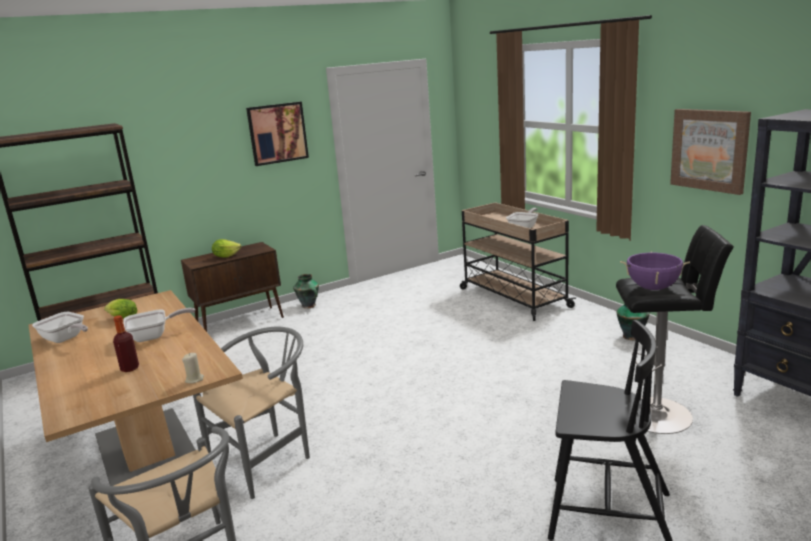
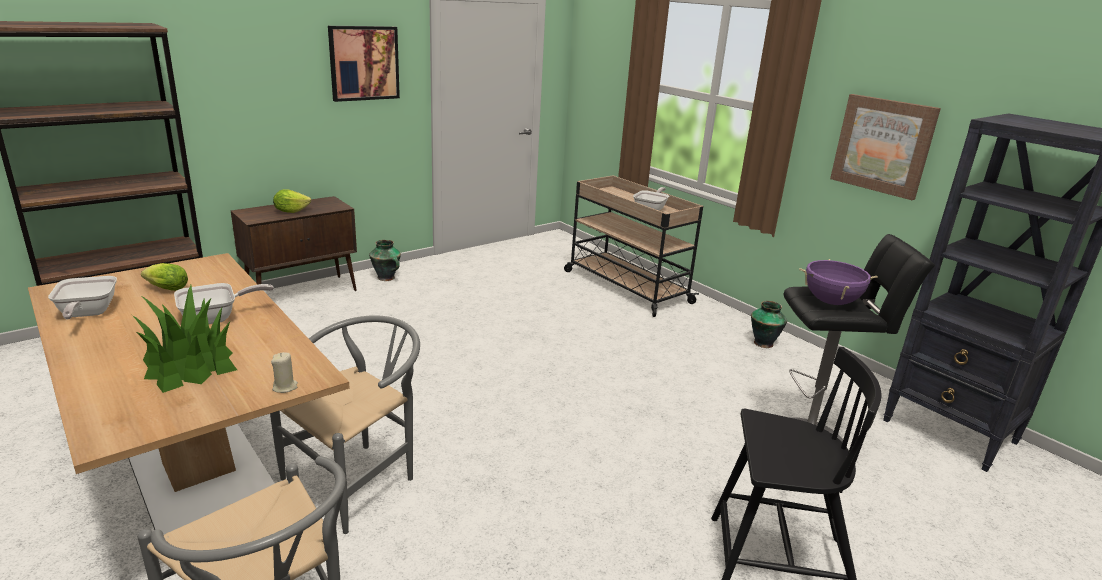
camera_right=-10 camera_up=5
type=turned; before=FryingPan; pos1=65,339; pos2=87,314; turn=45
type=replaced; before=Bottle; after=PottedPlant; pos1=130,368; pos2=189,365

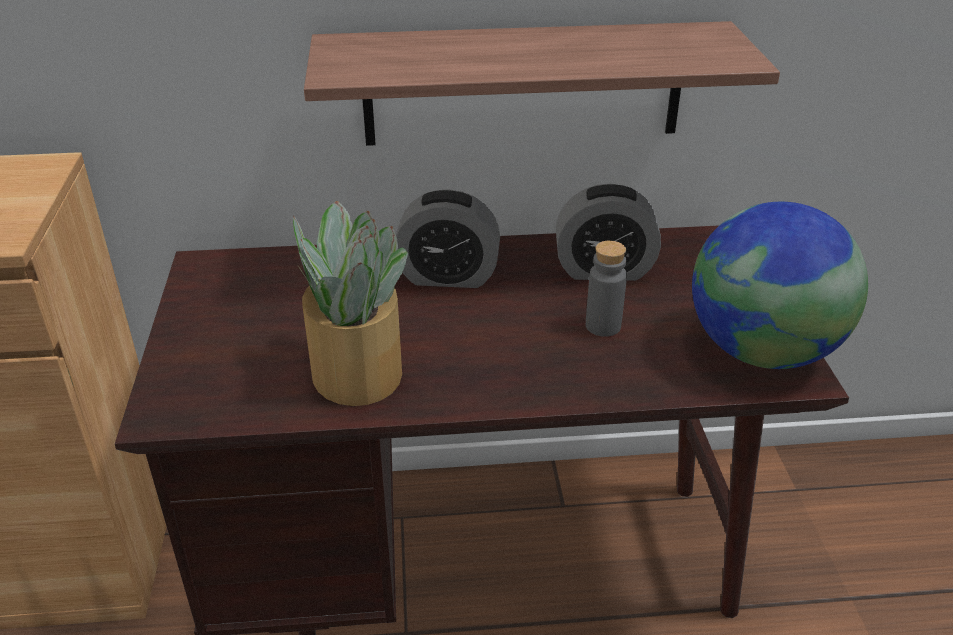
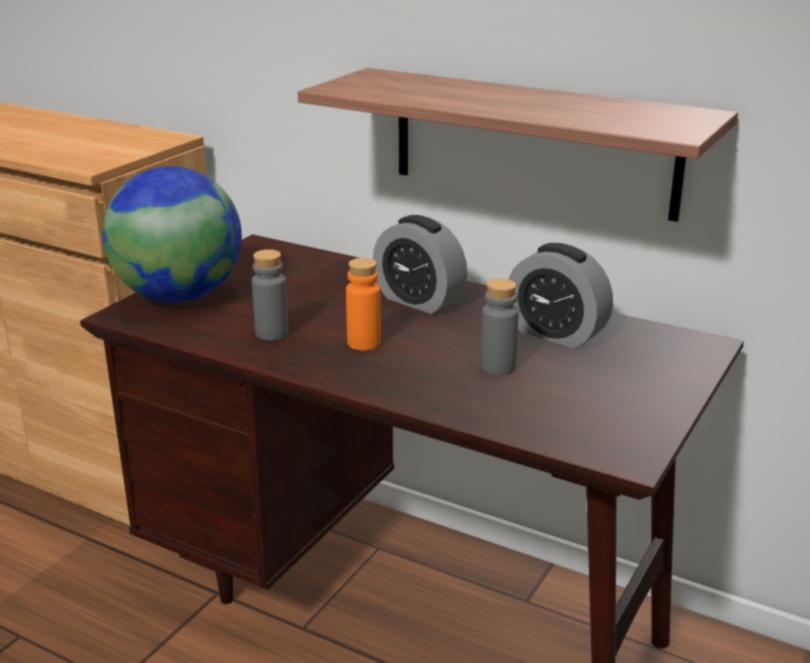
camera_right=35 camera_up=-10
type=replaced; before=PottedPlant; after=GreyBottle; pos1=357,372; pos2=272,333
type=moved; before=Globe; pos1=762,351; pos2=179,296
type=added; after=OrangeBottle; pos2=364,343

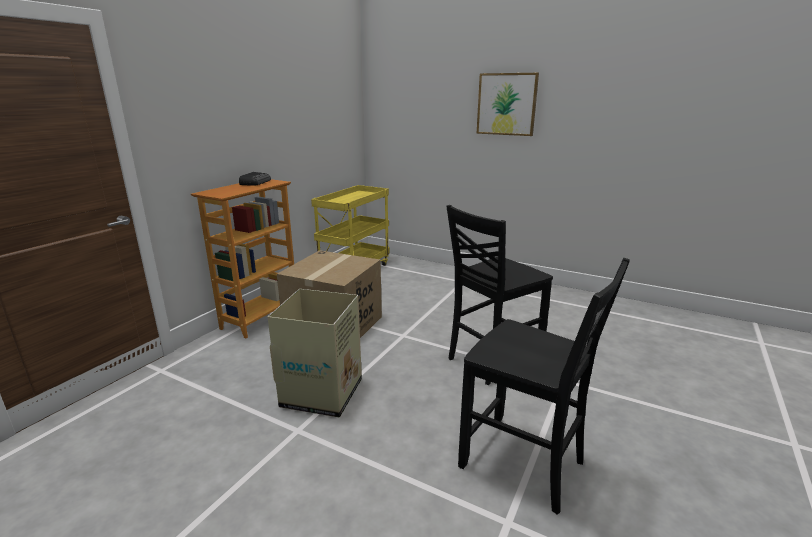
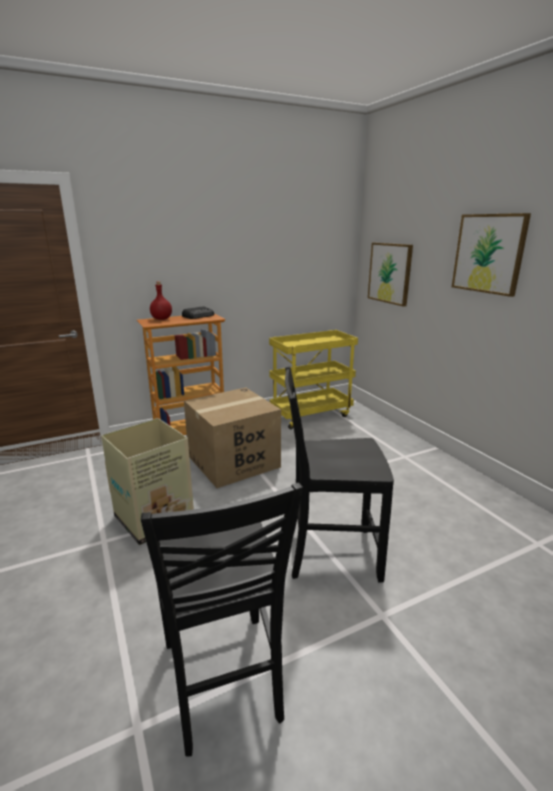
camera_right=35 camera_up=0
type=added; after=RedBottle; pos2=162,319
type=added; after=Picture; pos2=390,273

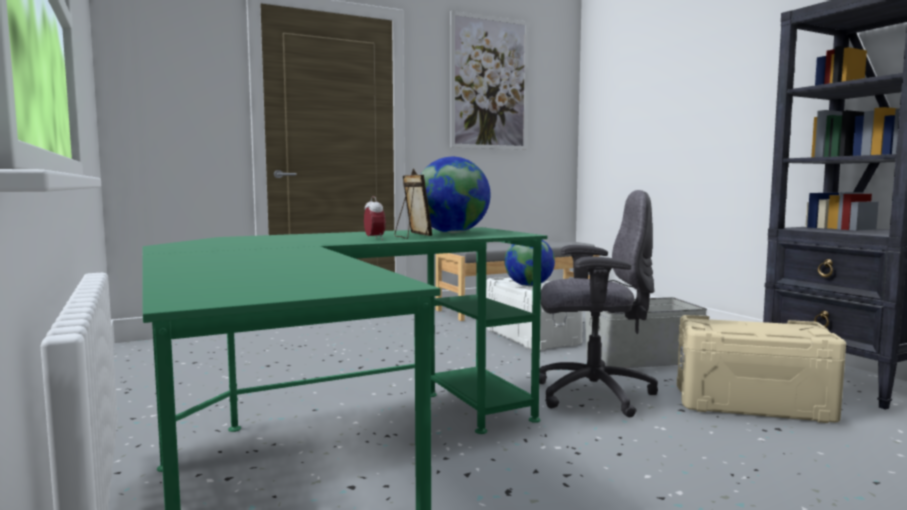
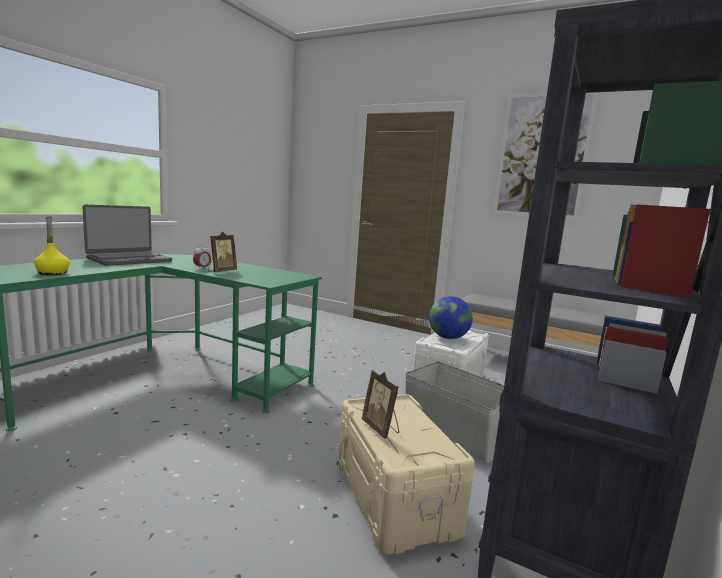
camera_right=55 camera_up=5
type=removed; before=Globe; pos1=452,233
type=removed; before=GreyOfficeChair; pos1=591,394
type=added; after=YellowBottle; pos2=52,273
type=added; after=Laptop; pos2=129,260
type=added; after=PictureFrame; pos2=381,428

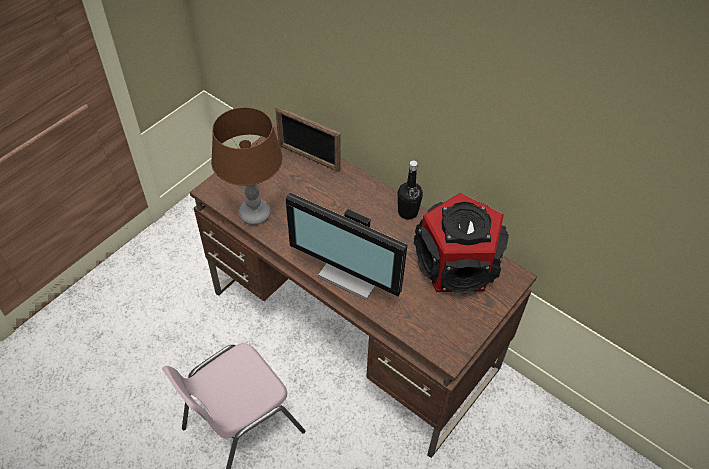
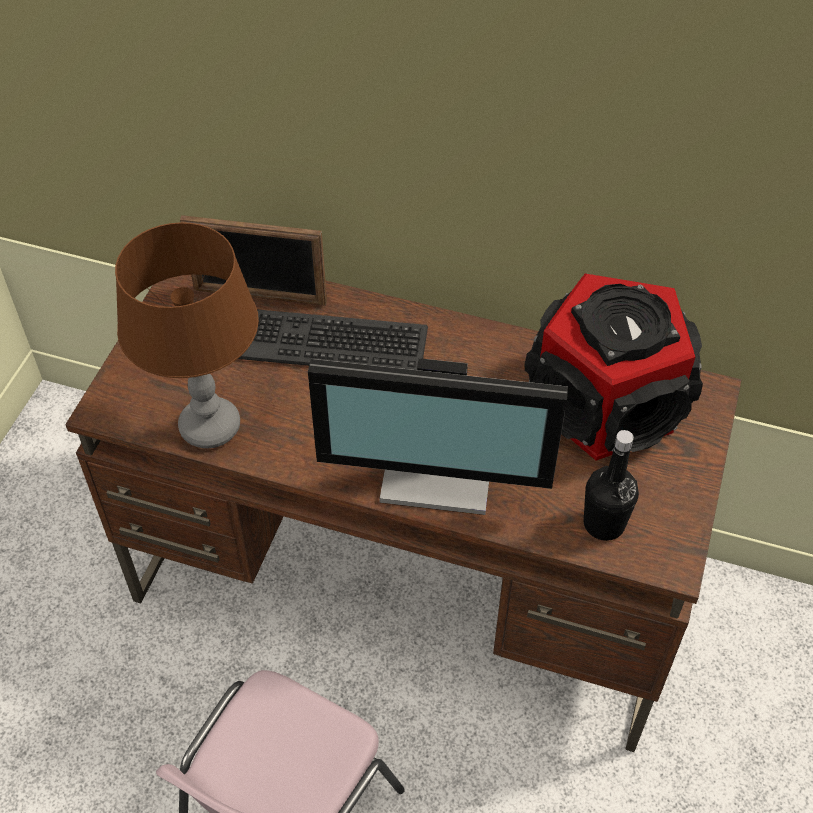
camera_right=-20 camera_up=0
type=moved; before=BlackBottle; pos1=408,212; pos2=604,524
type=added; after=Keyboard; pos2=333,342

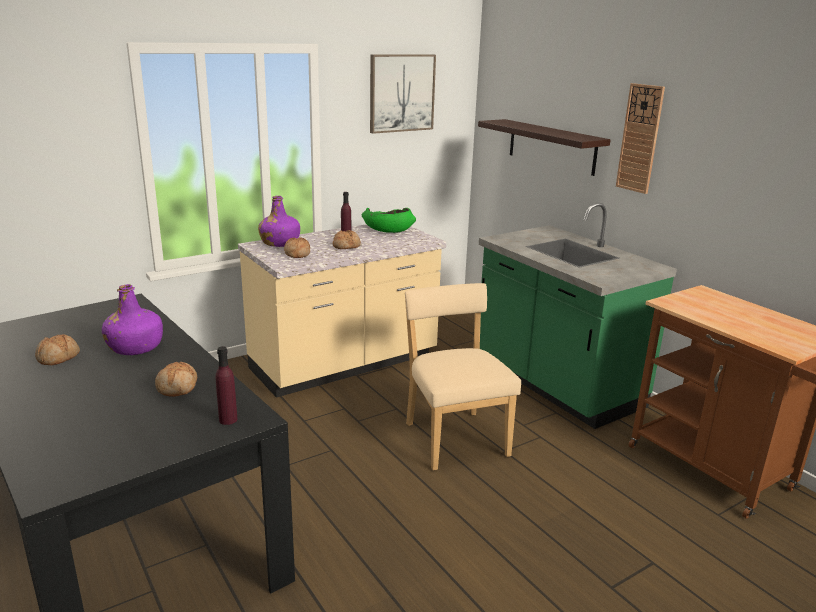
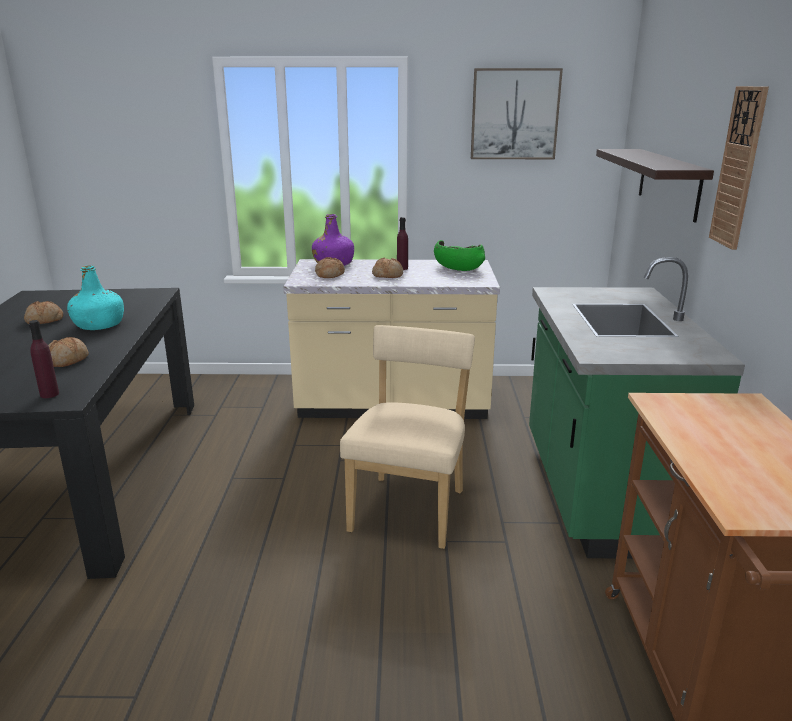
camera_right=35 camera_up=0
type=recoloured; before=PurpleBottle; after=TurquoiseBottle; pos1=135,347; pos2=99,325

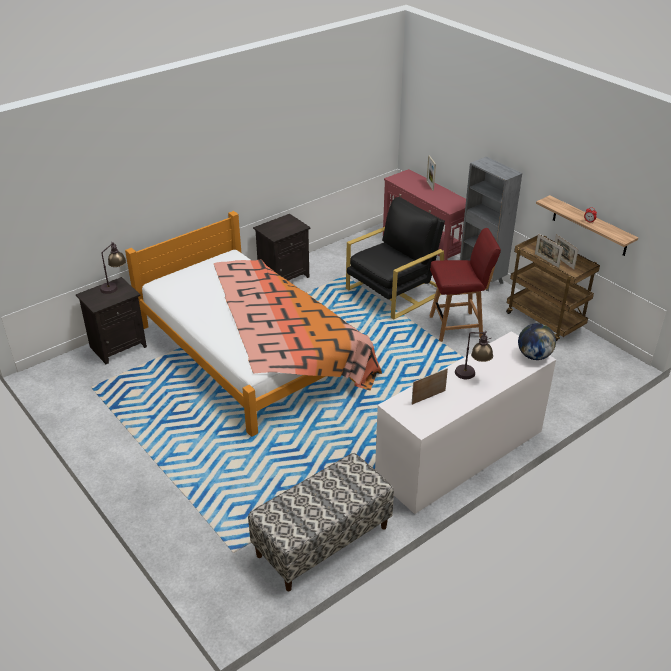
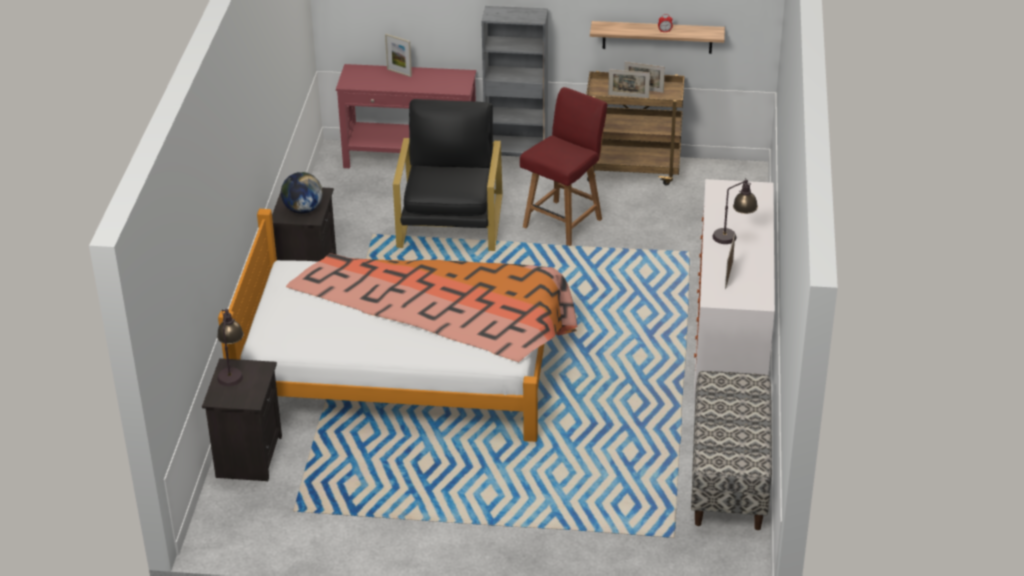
camera_right=-45 camera_up=0
type=moved; before=Globe; pos1=534,356; pos2=303,209

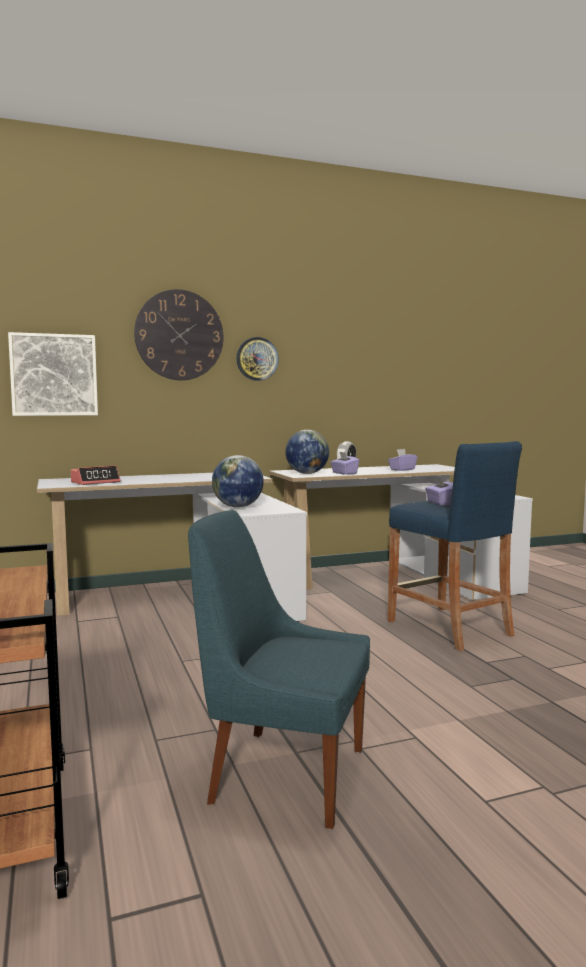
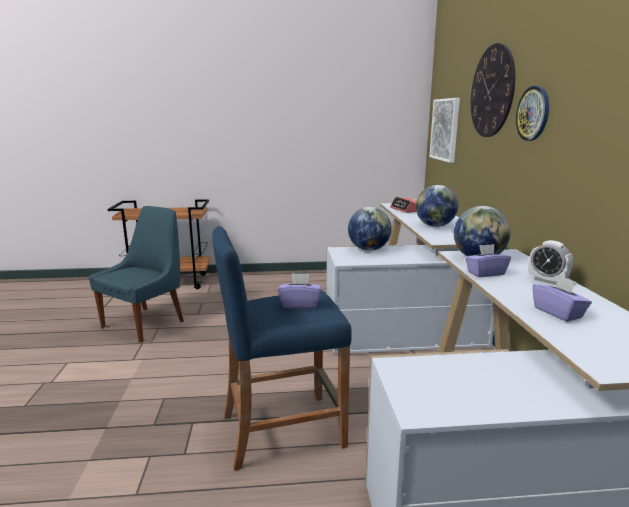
camera_right=105 camera_up=10
type=added; after=Globe; pos2=435,226

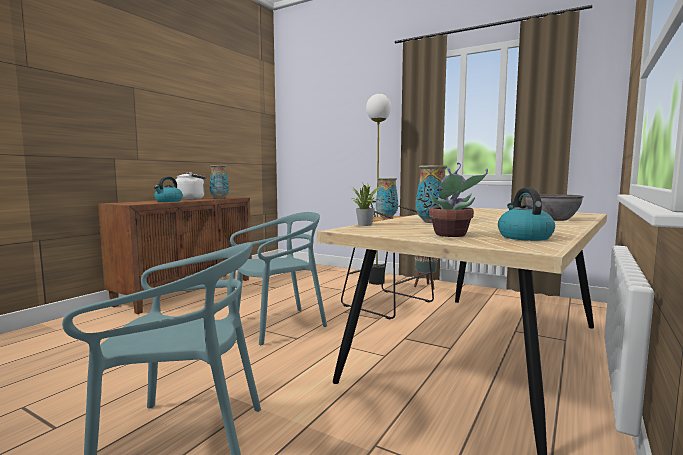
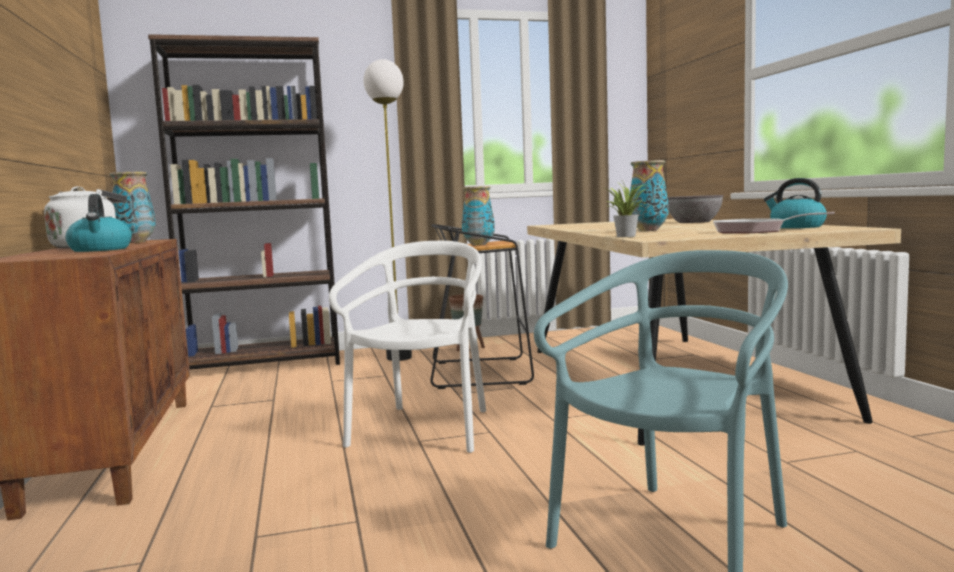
camera_right=-45 camera_up=0
type=recoloured; before=TurquoiseChair; after=WhiteChair; pos1=279,325; pos2=424,429
type=replaced; before=PottedPlant; after=FryingPan; pos1=451,235; pos2=754,231
type=added; after=BrownBookcase; pos2=265,365

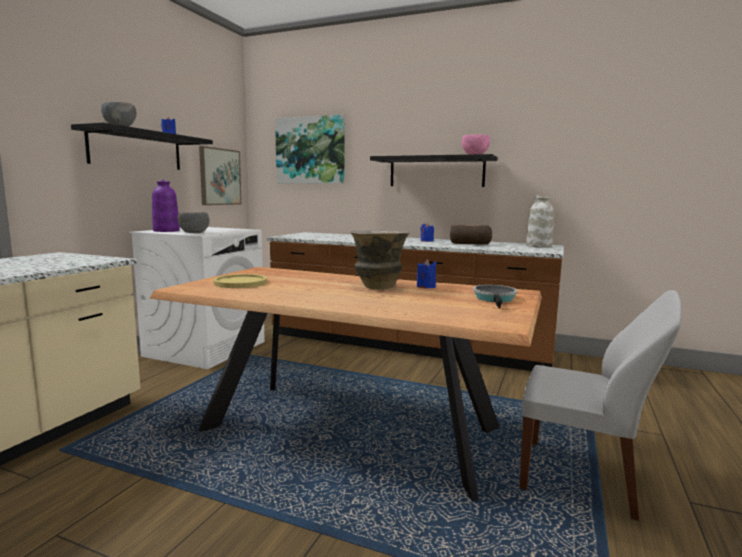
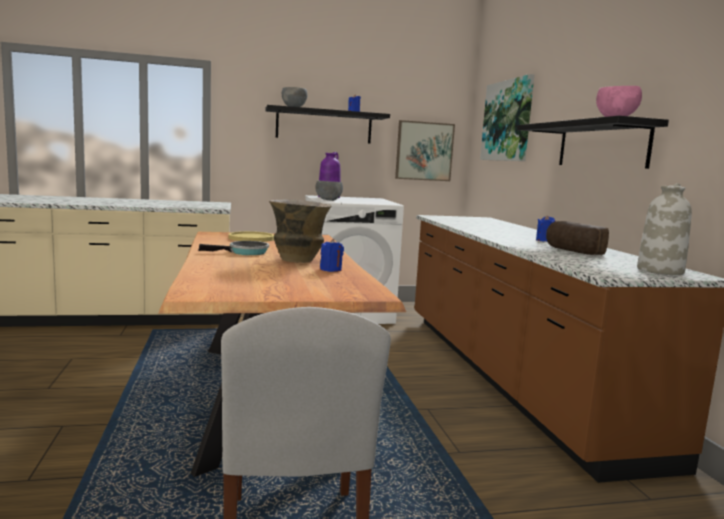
camera_right=55 camera_up=0
type=moved; before=FryingPan; pos1=495,299; pos2=245,252

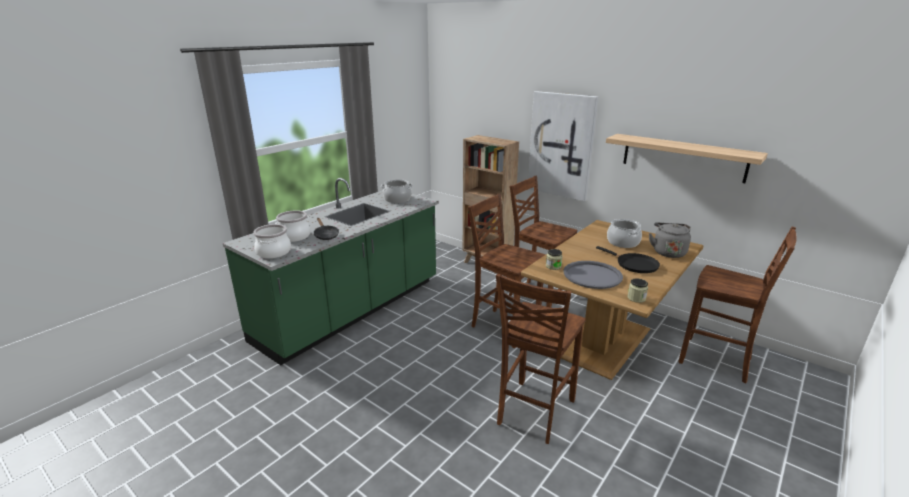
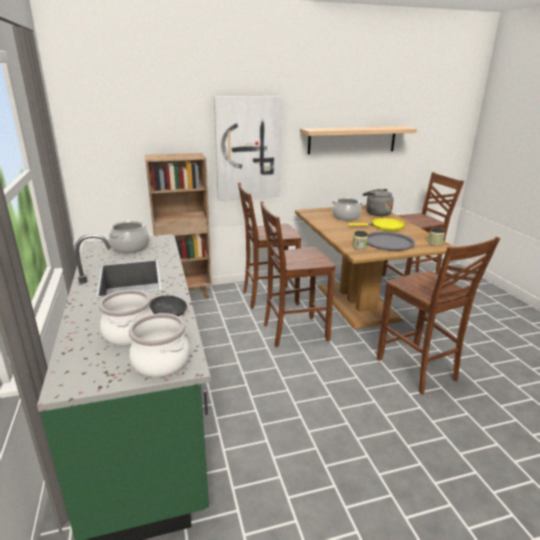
camera_right=-55 camera_up=0
type=recoloured; before=BlackFryingPan; after=YellowFryingPan; pos1=634,265; pos2=385,227

